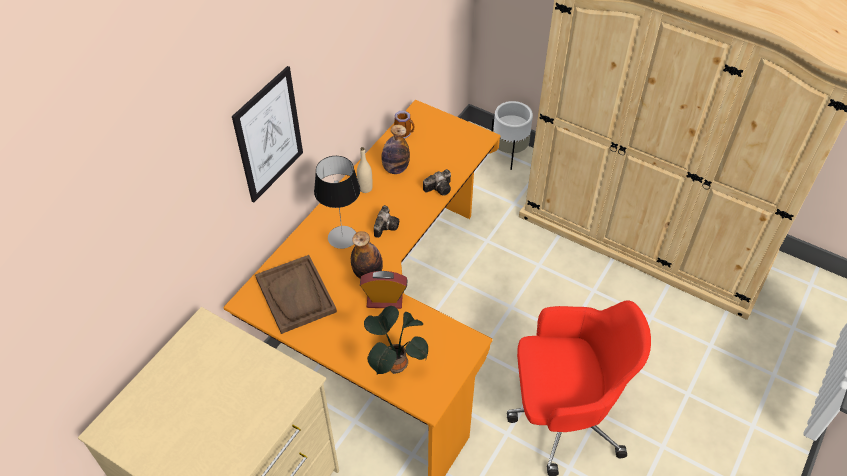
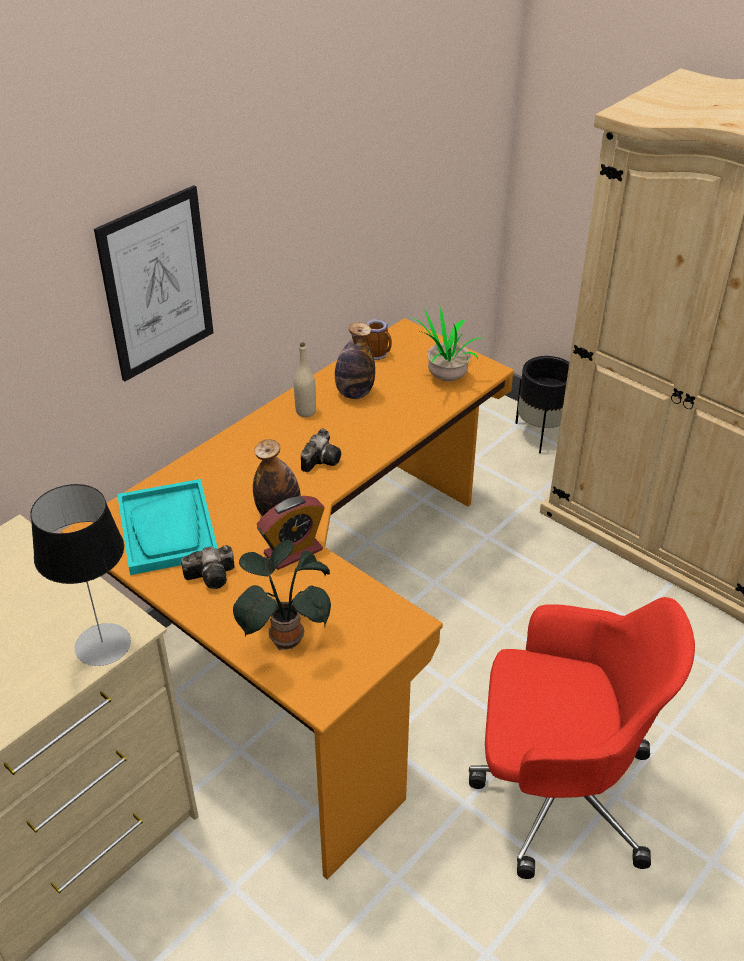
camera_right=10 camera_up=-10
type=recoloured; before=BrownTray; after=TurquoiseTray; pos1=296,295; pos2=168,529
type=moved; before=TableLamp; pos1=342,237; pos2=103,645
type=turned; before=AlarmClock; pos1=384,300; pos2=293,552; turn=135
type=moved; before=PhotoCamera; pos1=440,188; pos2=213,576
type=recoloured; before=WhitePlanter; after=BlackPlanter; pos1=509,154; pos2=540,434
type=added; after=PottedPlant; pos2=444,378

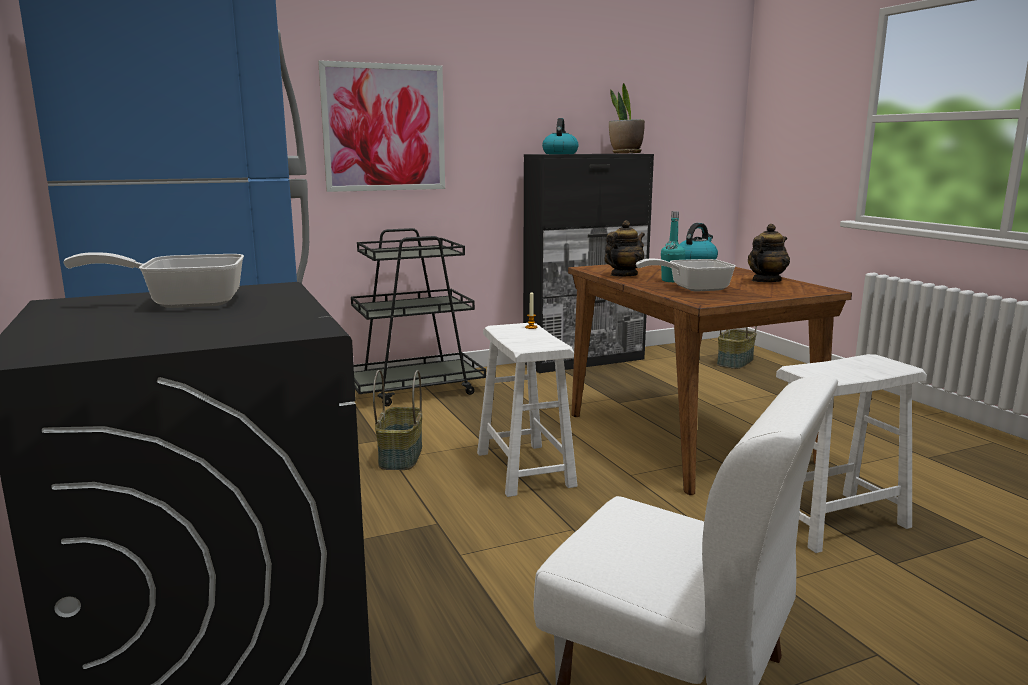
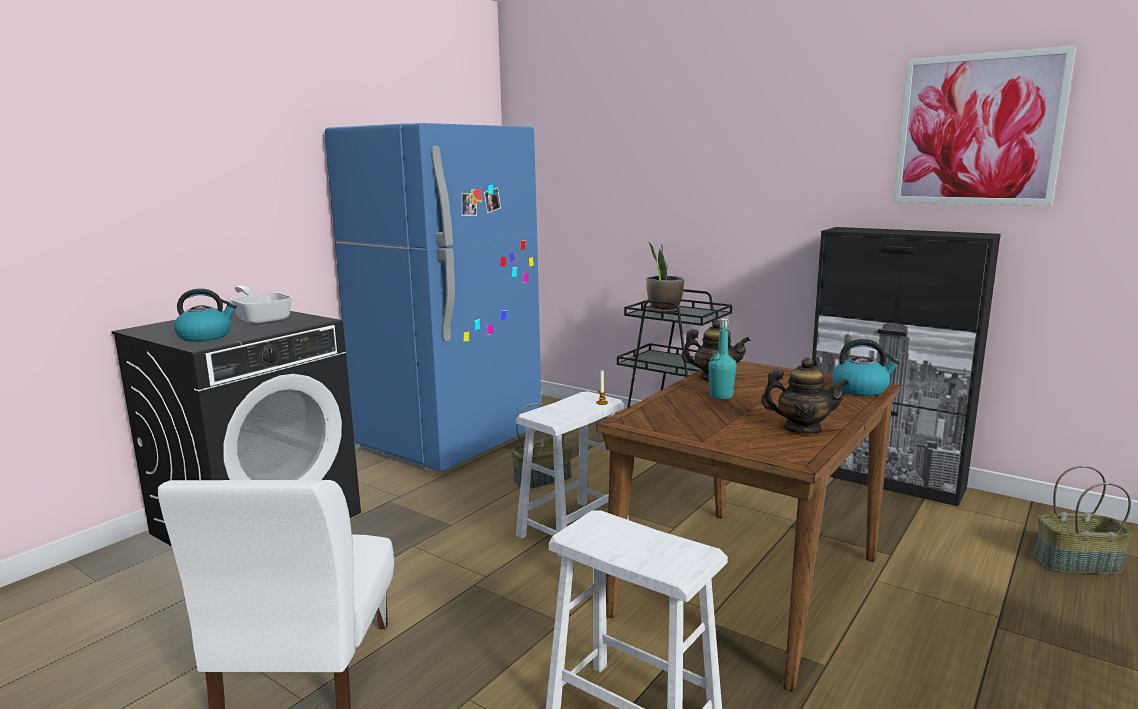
camera_right=60 camera_up=0
type=moved; before=Picture; pos1=384,128; pos2=977,130
type=moved; before=Kettle; pos1=560,154; pos2=206,336
type=moved; before=PottedPlant; pos1=625,153; pos2=664,311
type=removed; before=FryingPan; pos1=692,288

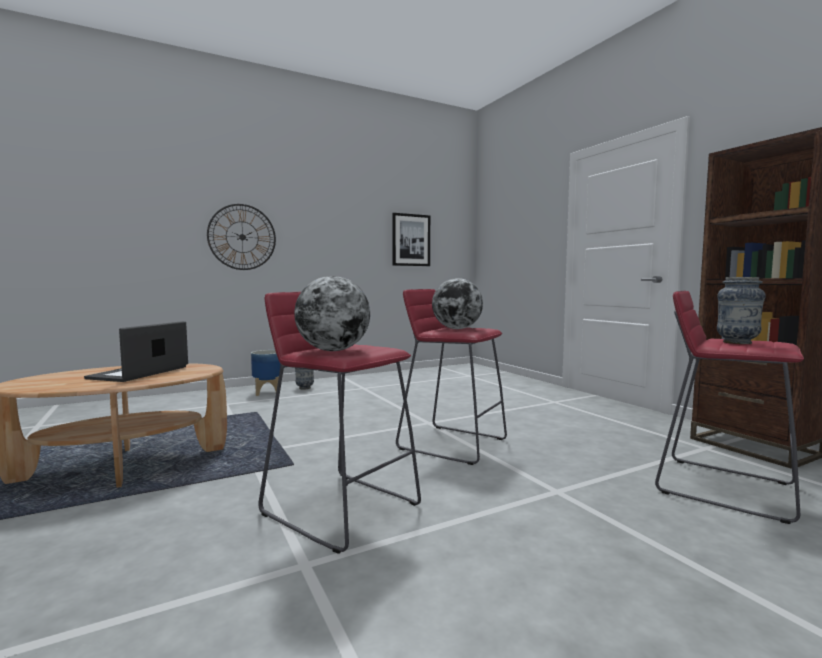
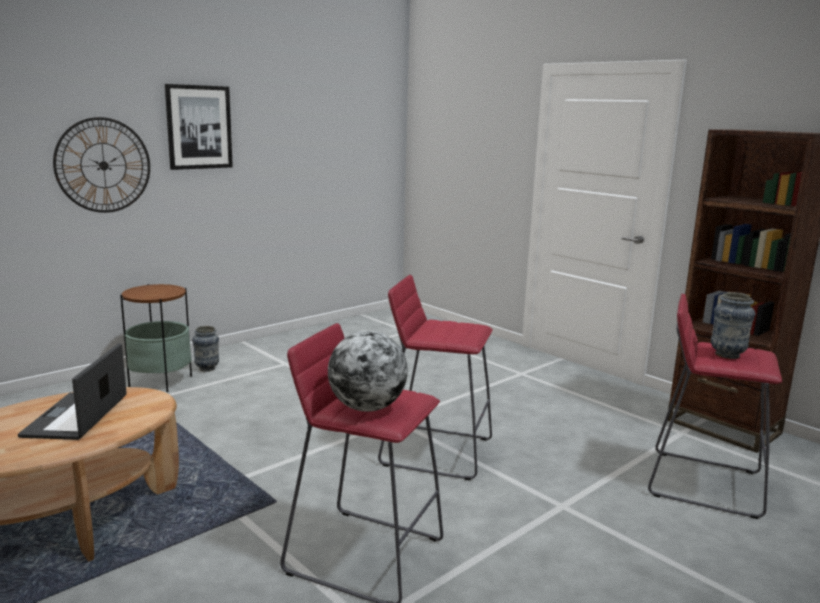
camera_right=-15 camera_up=10
type=replaced; before=Planter; after=SideTable; pos1=267,392; pos2=161,381
type=moved; before=Picture; pos1=411,240; pos2=199,127
type=removed; before=Globe; pos1=456,329

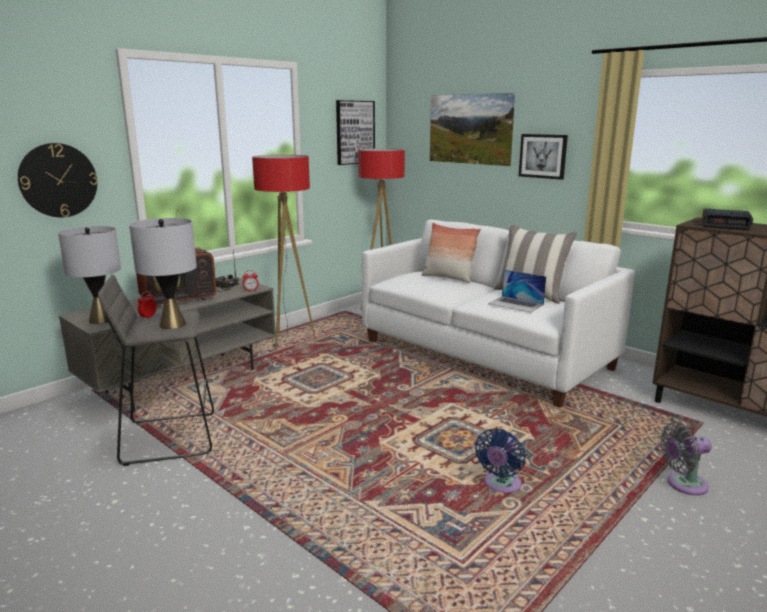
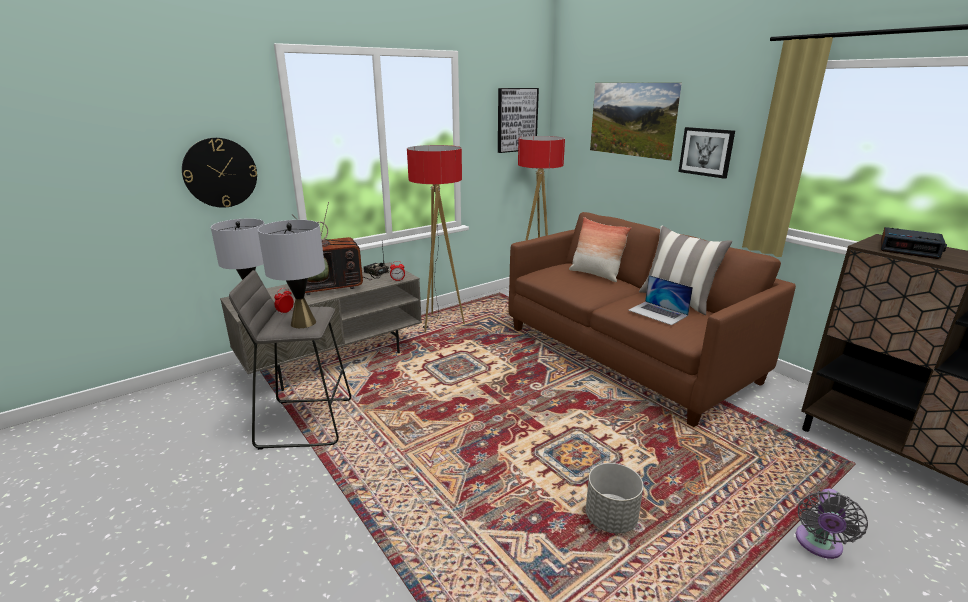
camera_right=10 camera_up=5
type=recoloured; before=WhiteSofa; after=BrownSofa; pos1=484,354; pos2=626,353
type=replaced; before=BlueFan; after=GreyPlanter; pos1=500,485; pos2=611,519
type=turned; before=GreyFan; pos1=683,484; pos2=818,545; turn=-60

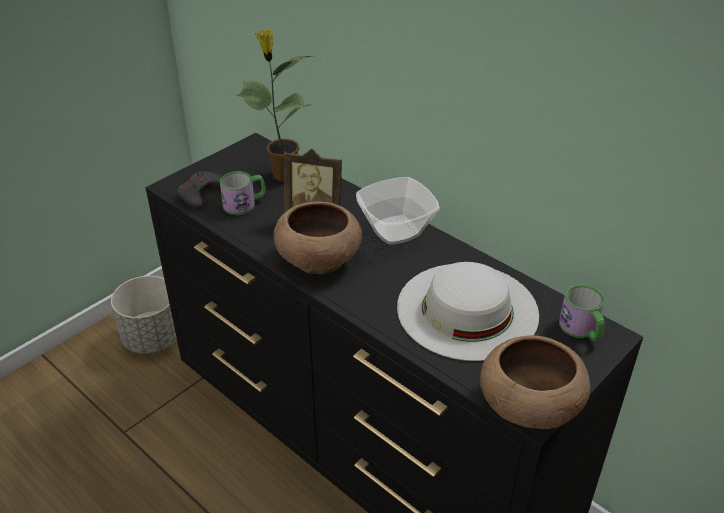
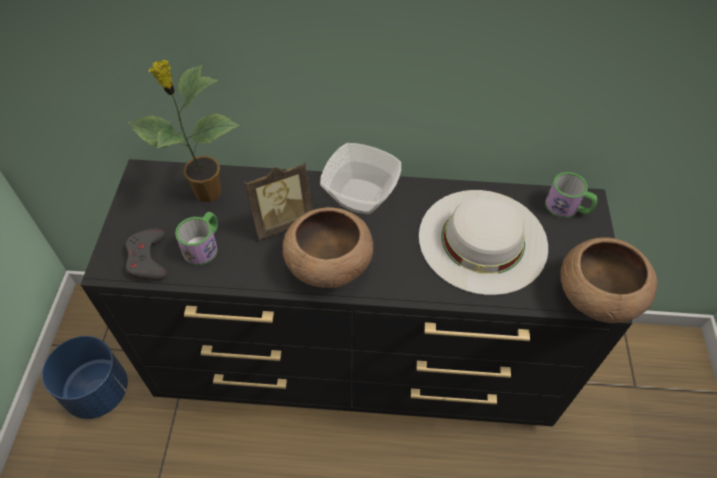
camera_right=-40 camera_up=15
type=recoloured; before=GreyPlanter; after=BluePlanter; pos1=153,338; pos2=98,391

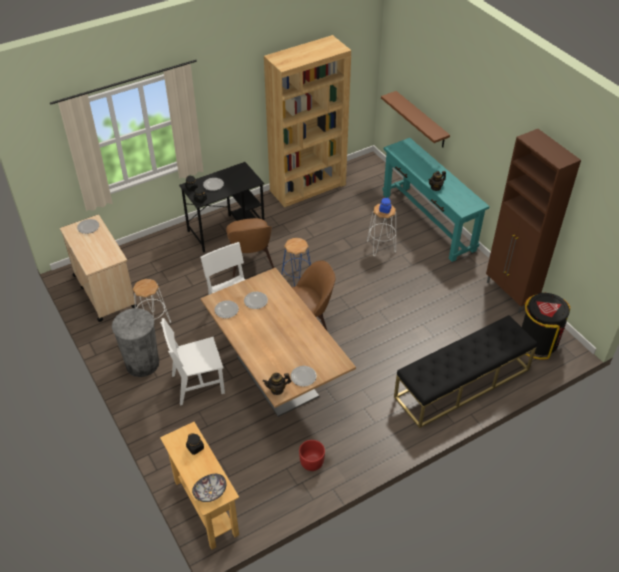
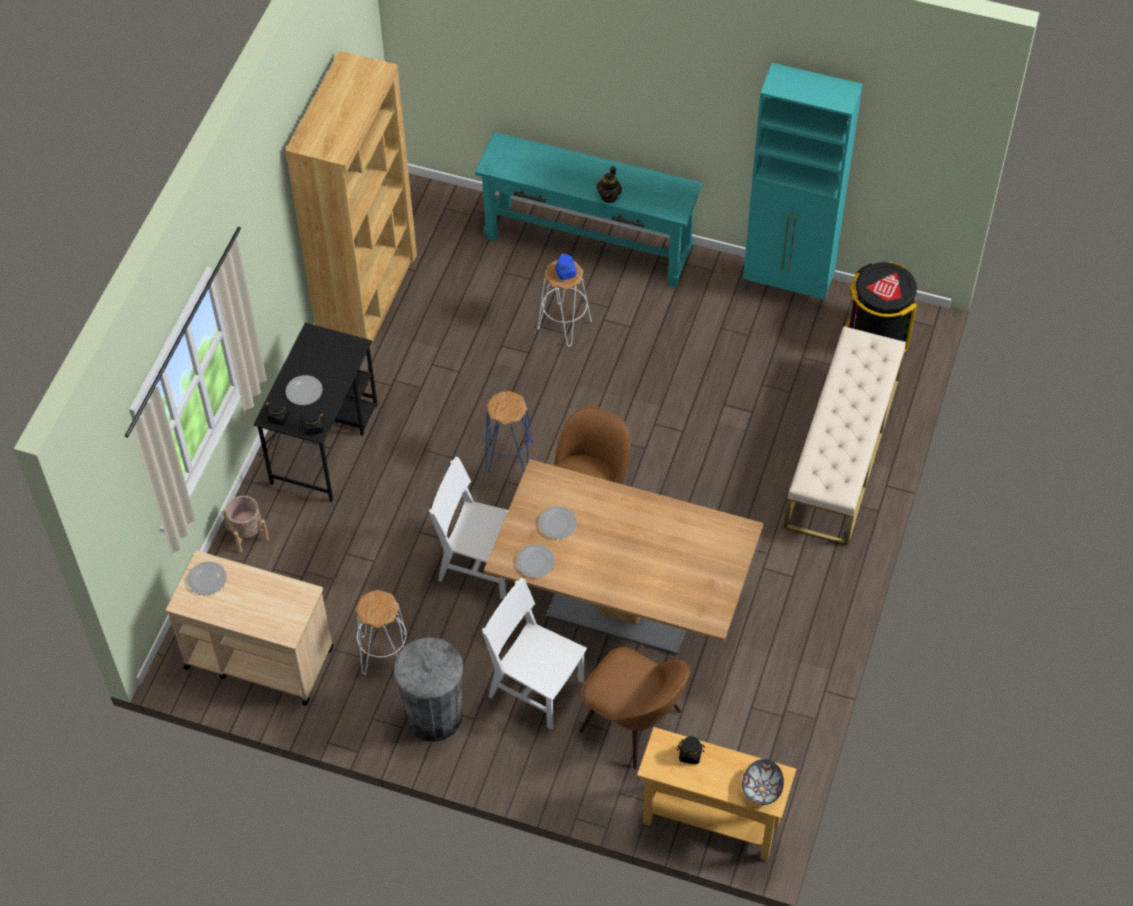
camera_right=-40 camera_up=10
type=turned; before=WhiteChair; pos1=198,384; pos2=536,688; turn=90
type=moved; before=BrownChair; pos1=251,262; pos2=634,724
type=removed; before=Teapot; pos1=277,389
type=removed; before=Plate; pos1=303,377
type=removed; before=RedPlanter; pos1=311,462
type=removed; before=BrownShelf; pos1=421,120
type=recoloured; before=BlackBench; after=BeigeBench; pos1=462,383; pos2=842,453
type=recoloured; before=BrownCabinet; after=TurquoiseCabinet; pos1=510,294; pos2=788,287
type=added; after=BeigePlanter; pos2=248,534

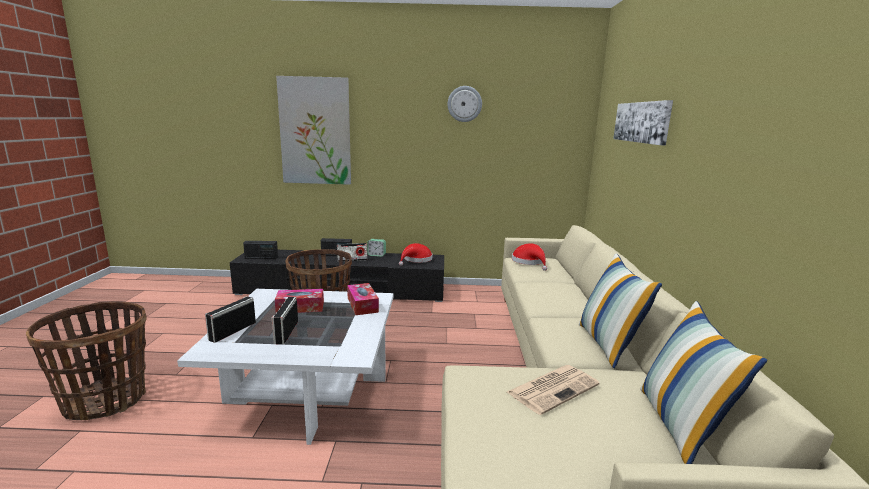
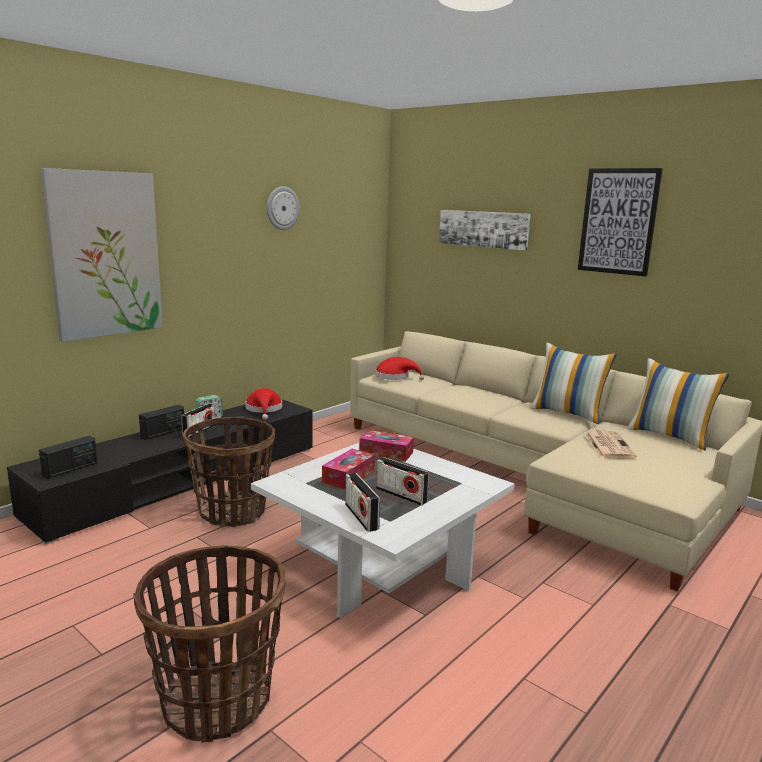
camera_right=-50 camera_up=0
type=added; after=Picture; pos2=618,221

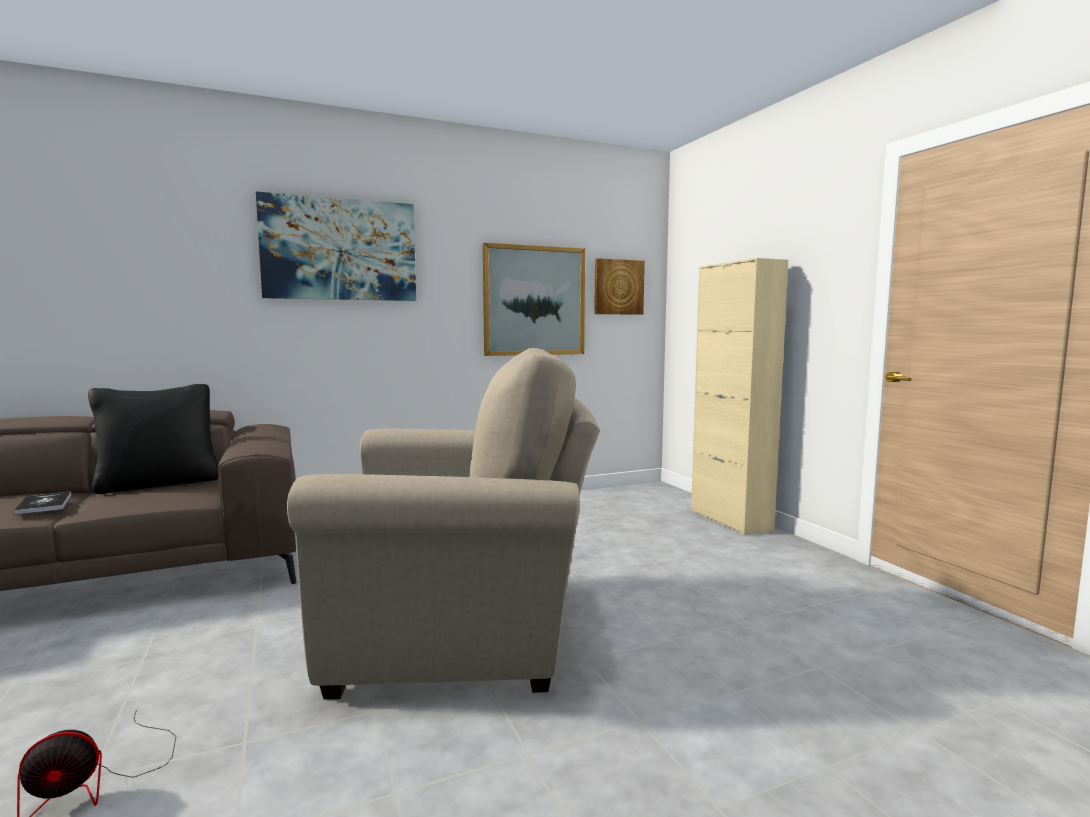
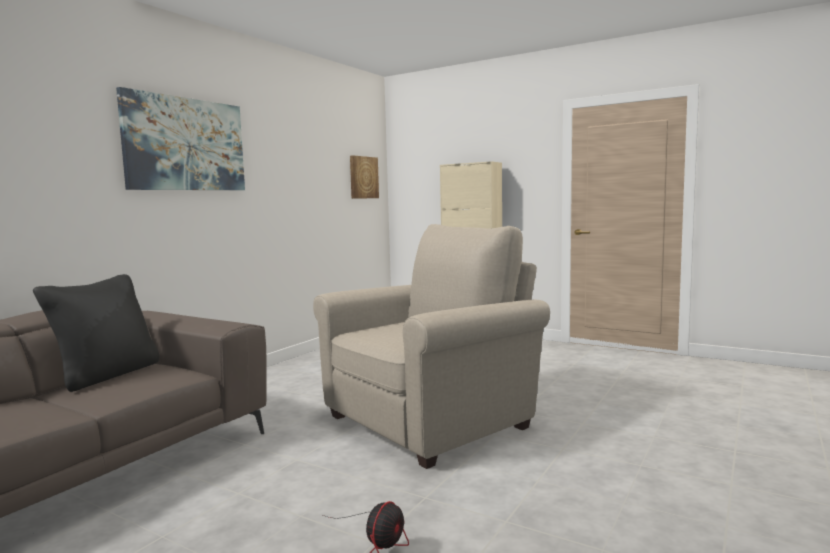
camera_right=-35 camera_up=0
type=removed; before=Book; pos1=44,504
type=removed; before=Picture; pos1=534,301

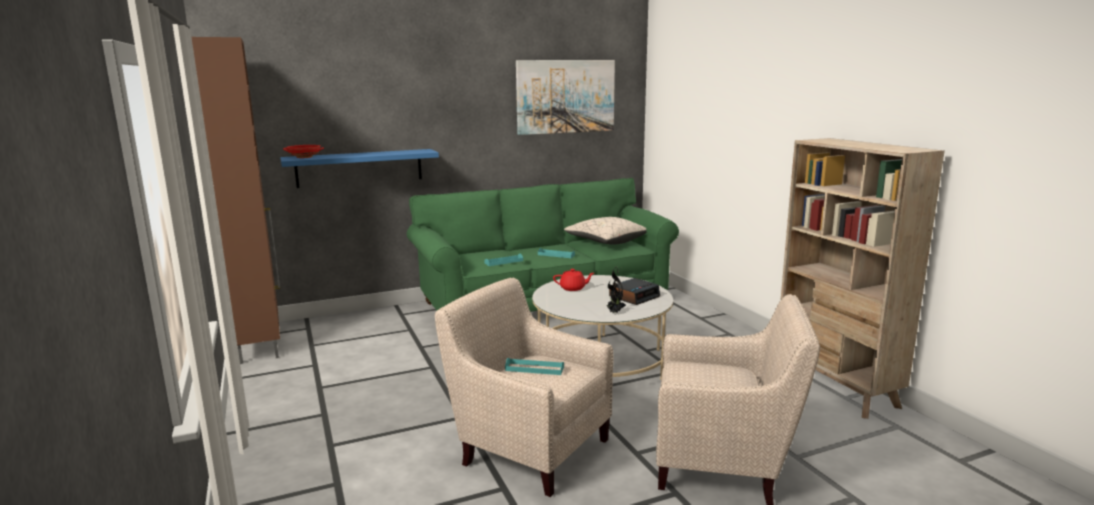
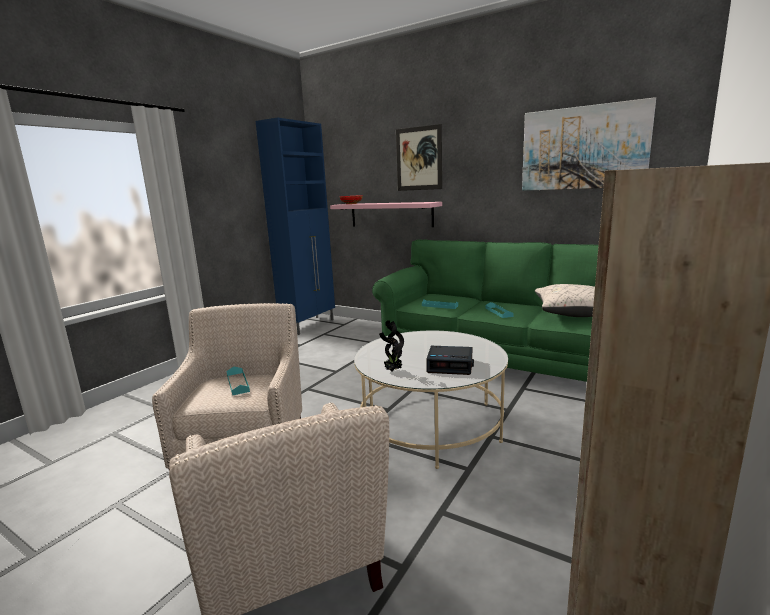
camera_right=55 camera_up=0
type=recoloured; before=BrownCabinet; after=BlueCabinet; pos1=260,344; pos2=309,325
type=recoloured; before=BlueShelf; after=PinkShelf; pos1=359,168; pos2=391,214
type=removed; before=RedTeapot; pos1=573,288
type=added; after=Picture; pos2=419,158

